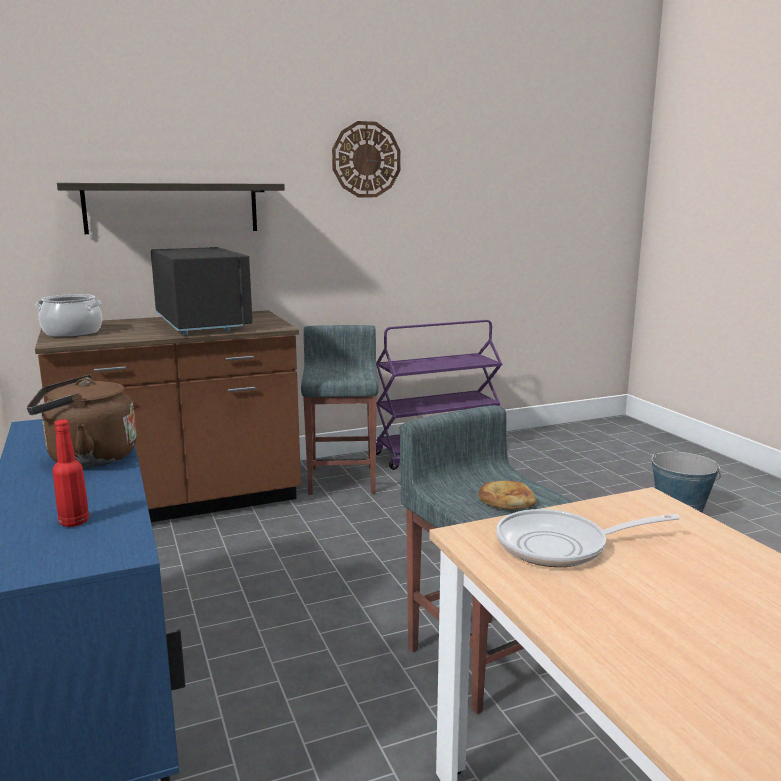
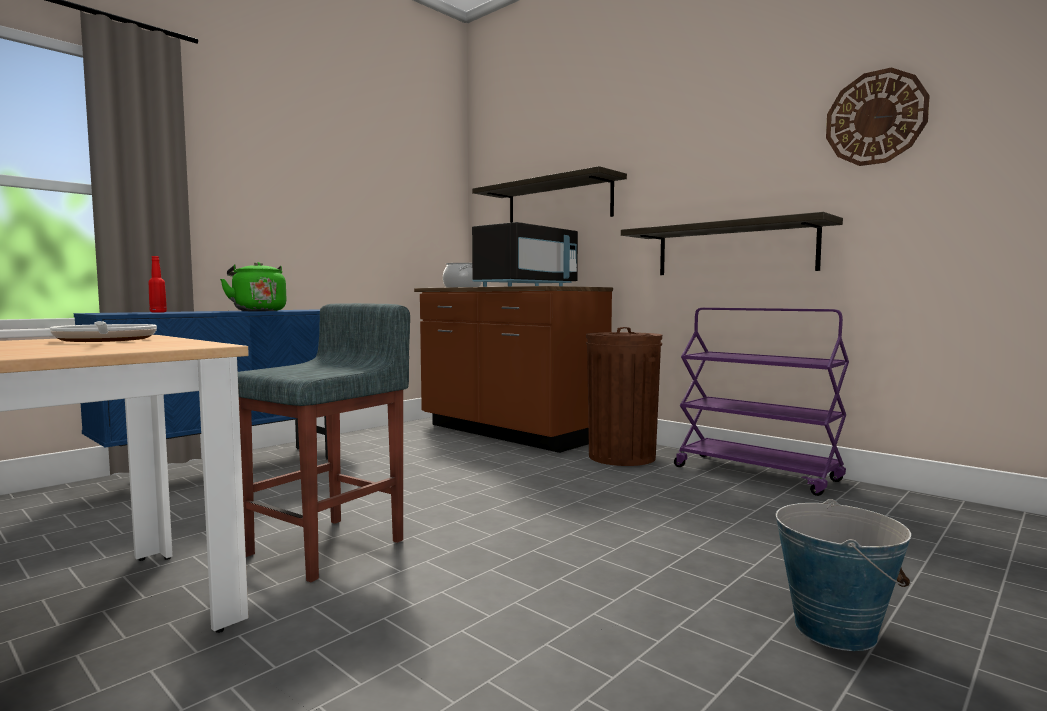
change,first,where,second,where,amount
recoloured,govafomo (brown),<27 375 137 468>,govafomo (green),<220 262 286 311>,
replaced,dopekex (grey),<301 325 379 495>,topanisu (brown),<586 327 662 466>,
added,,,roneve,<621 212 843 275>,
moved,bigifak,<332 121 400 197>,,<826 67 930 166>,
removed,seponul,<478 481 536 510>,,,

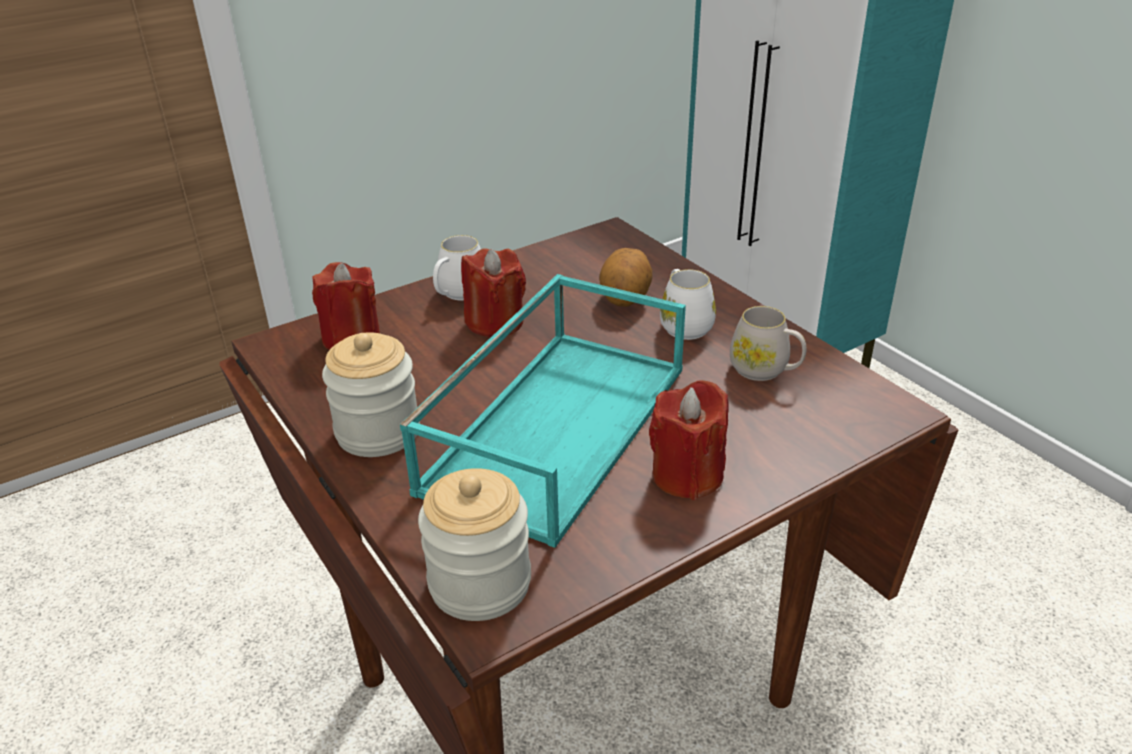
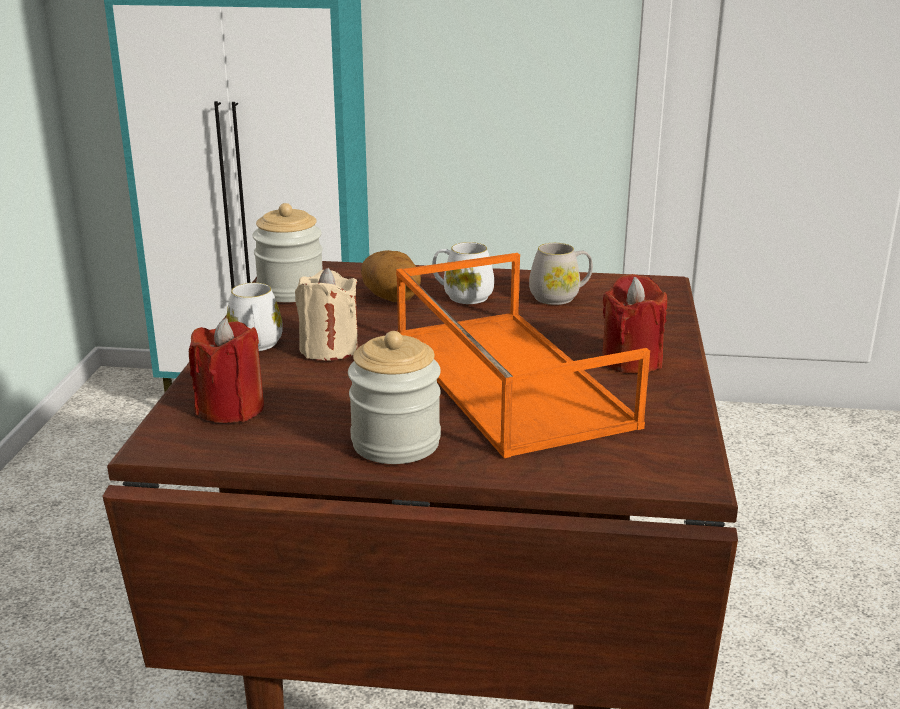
change,first,where,second,where,amount
moved,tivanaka,<418 468 531 621>,,<252 203 323 302>,
recoloured,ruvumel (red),<461 248 526 337>,ruvumel (beige),<295 268 358 361>,
recoloured,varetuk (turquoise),<400 274 686 548>,varetuk (orange),<396 253 650 458>,

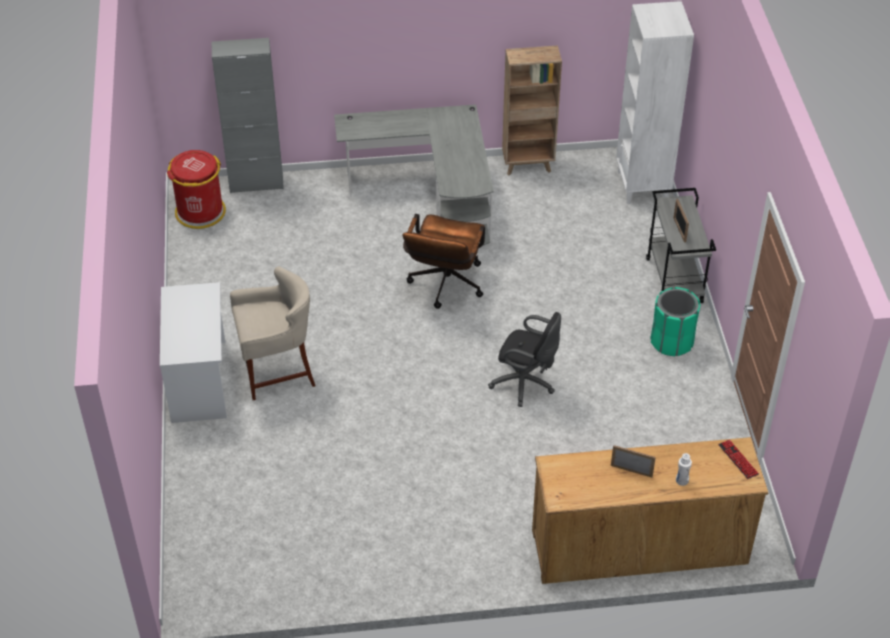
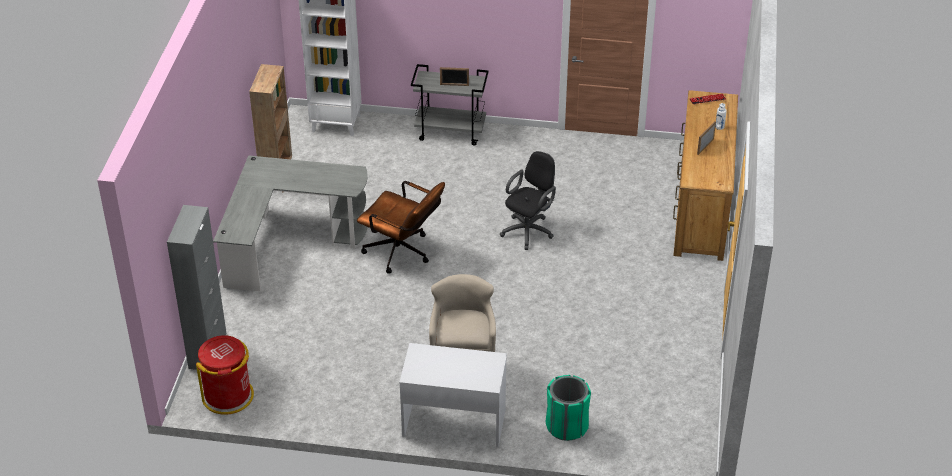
change,first,where,second,where,amount
moved,topanisu (green),<650 287 701 356>,,<545 375 591 441>,

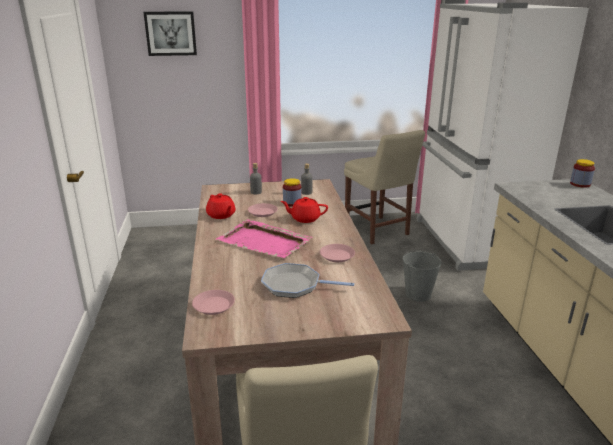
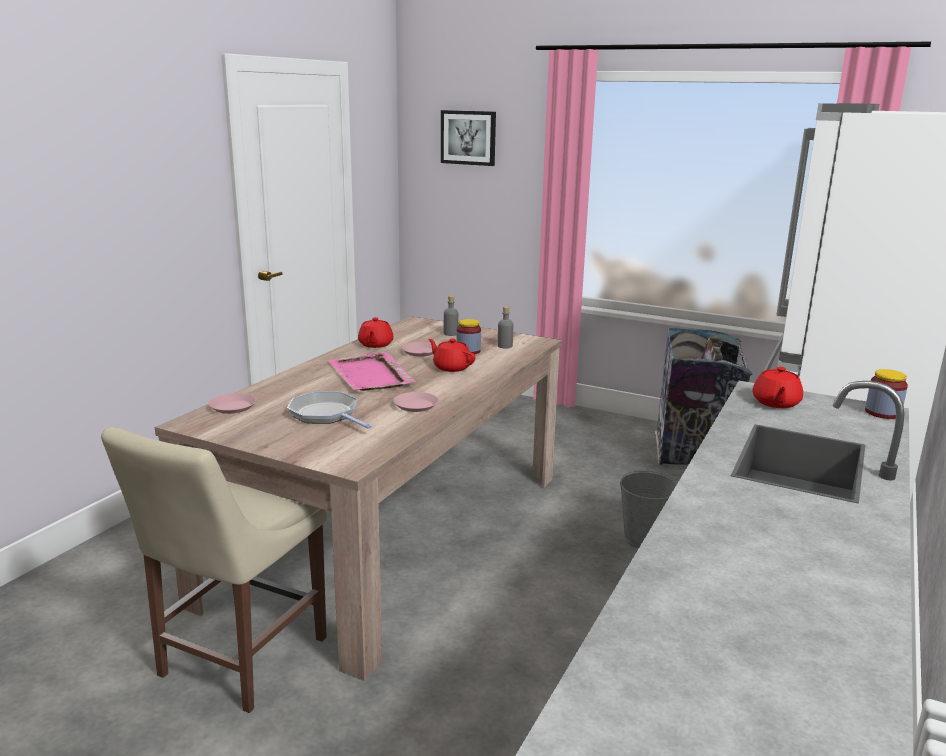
change,first,where,second,where,amount
replaced,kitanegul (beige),<344 130 425 244>,topanisu,<655 328 752 465>,
added,,,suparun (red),<752 367 803 408>,

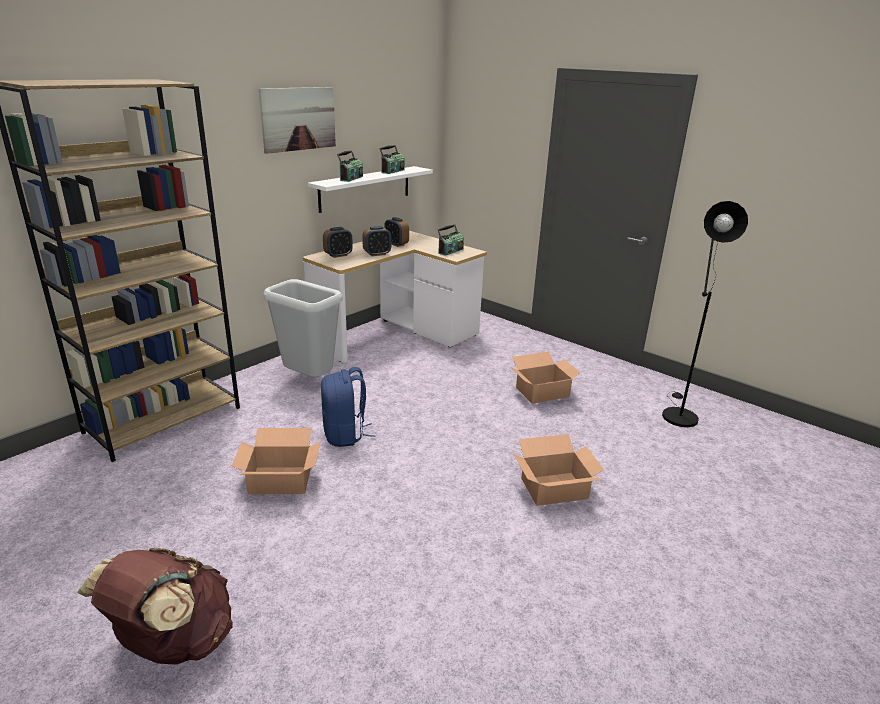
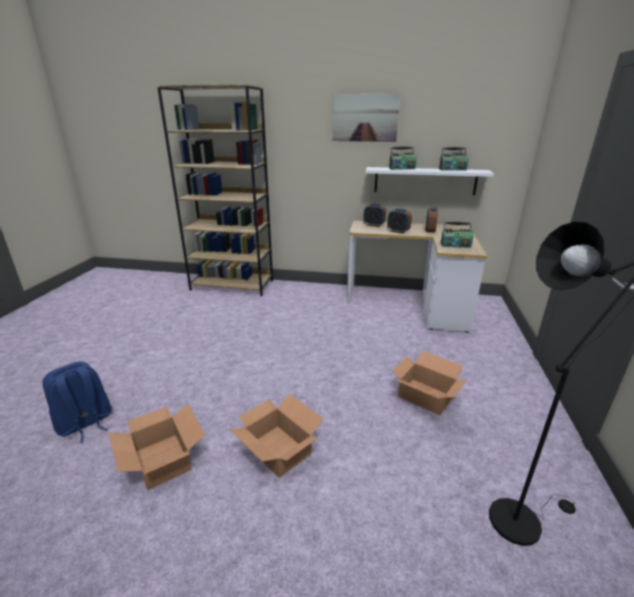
change,first,where,second,where,amount
moved,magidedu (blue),<321 367 375 447>,,<42 362 112 443>,
moved,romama,<232 428 321 494>,,<108 404 205 490>,
removed,magidedu (brown),<77 548 233 665>,,,
removed,topanisu (grey),<263 279 343 377>,,,

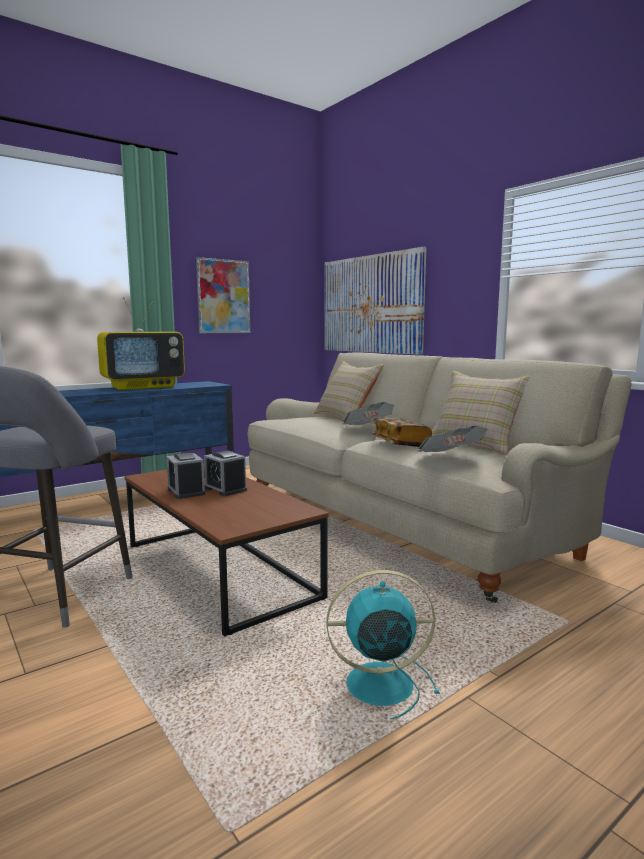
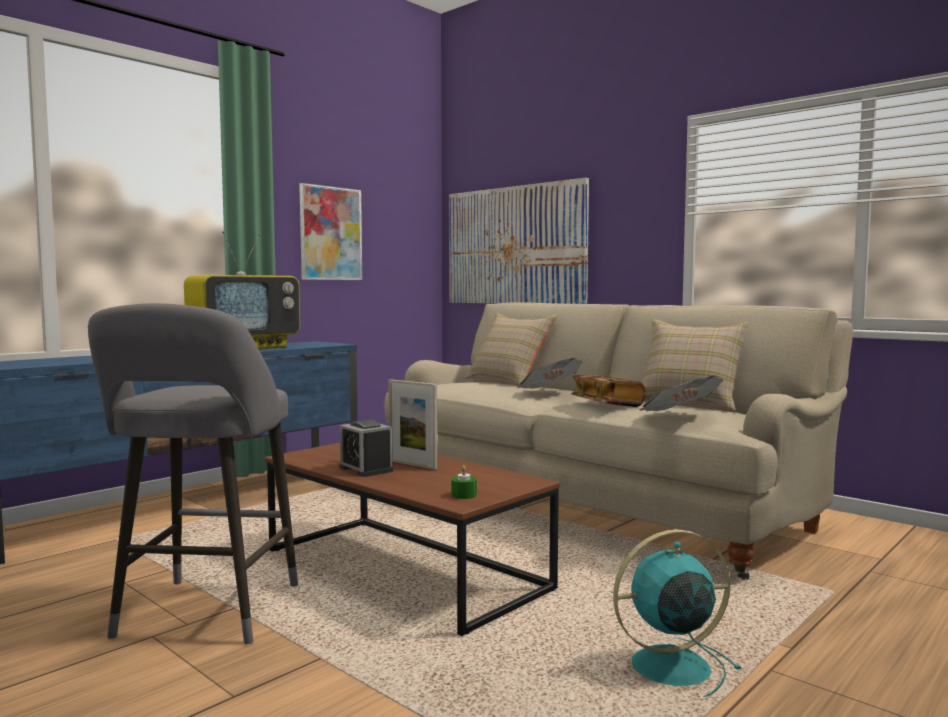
change,first,where,second,where,amount
replaced,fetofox,<204 451 247 496>,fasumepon,<388 380 437 470>,
added,,,ruvumel (green),<451 465 477 499>,

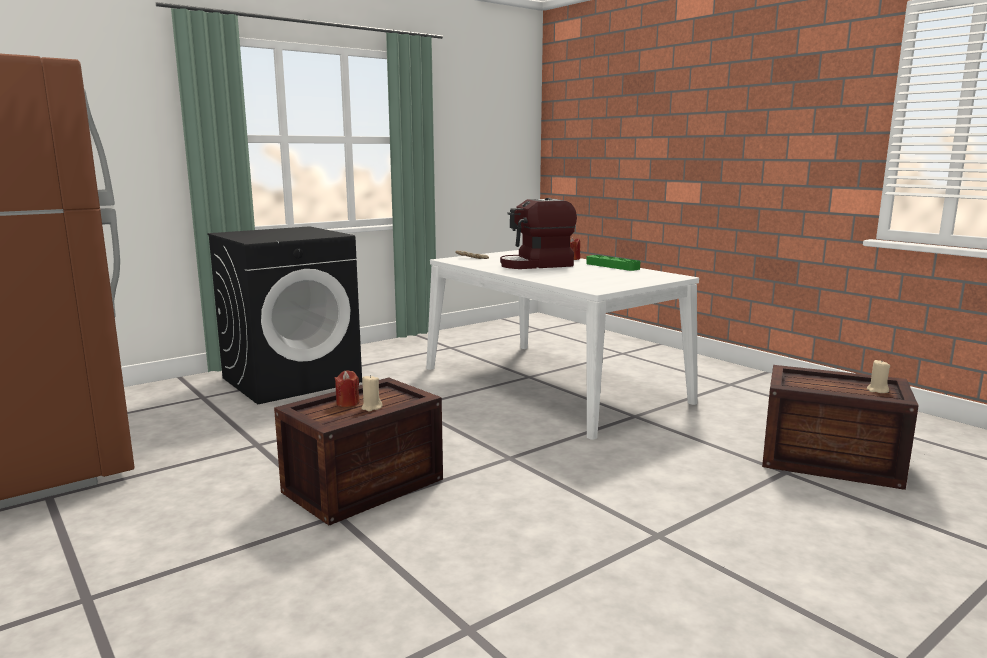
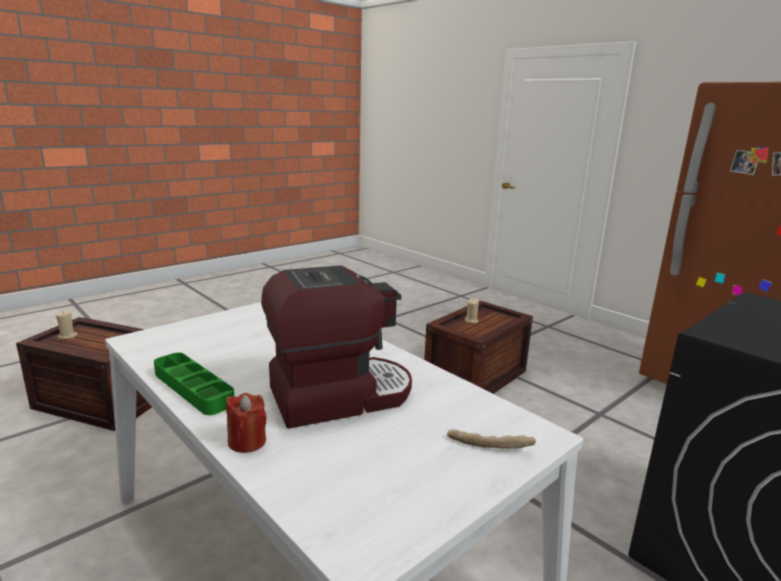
change,first,where,second,where,amount
removed,ruvumel (red),<334 370 360 407>,,,

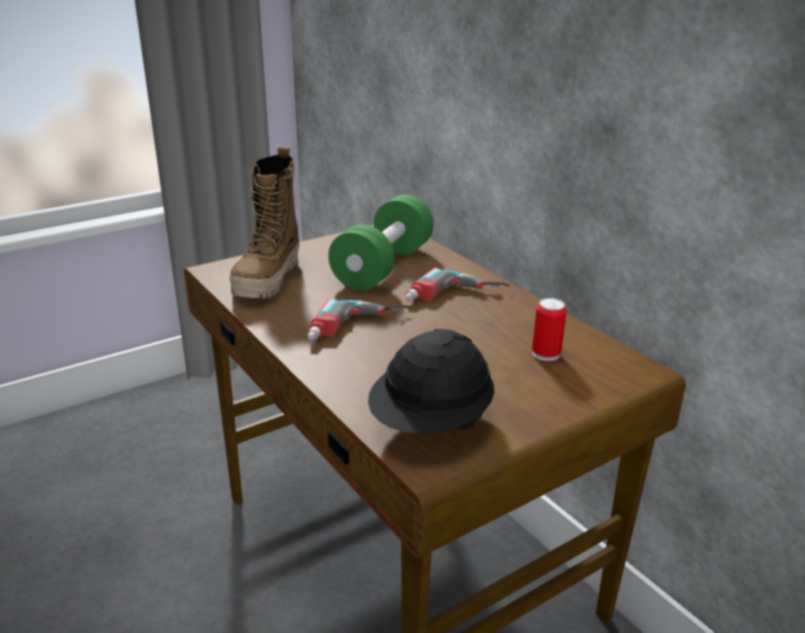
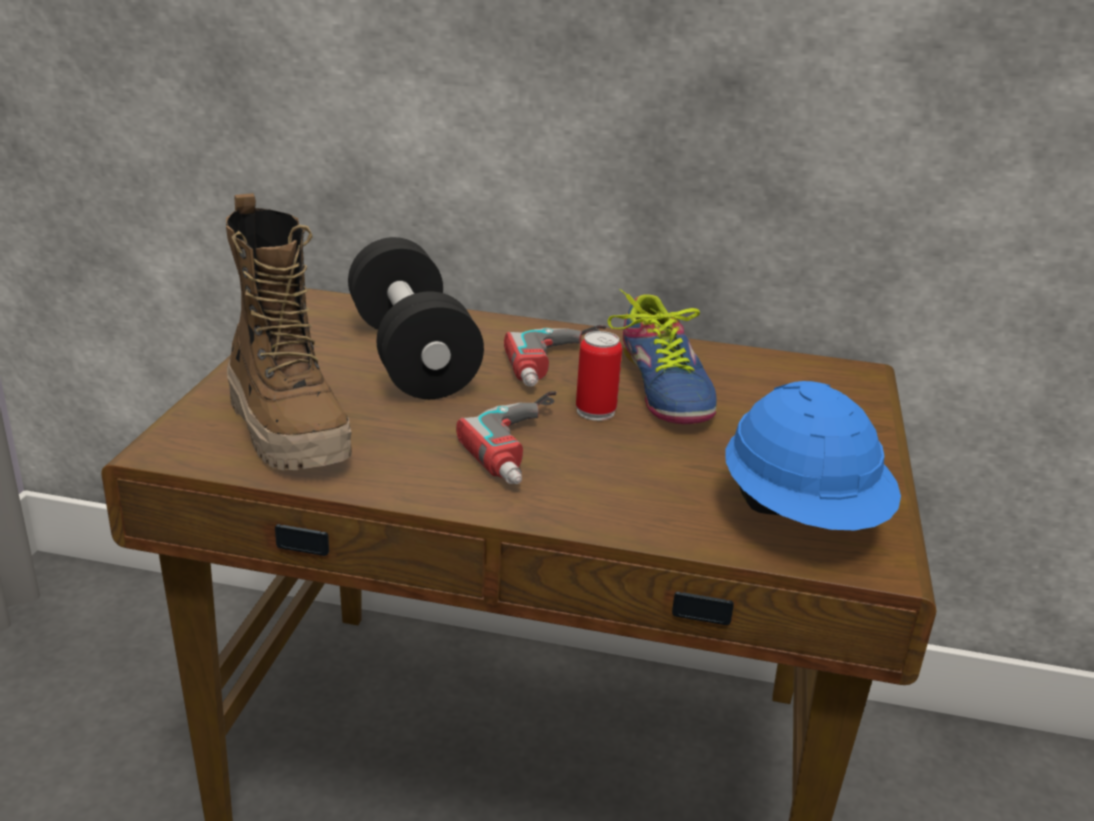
change,first,where,second,where,amount
recoloured,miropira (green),<328 195 434 291>,miropira (black),<348 237 484 399>,
moved,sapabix,<532 298 567 361>,,<576 331 622 421>,
added,,,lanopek,<607 289 717 424>,
recoloured,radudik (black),<368 329 495 434>,radudik (blue),<726 381 901 530>,

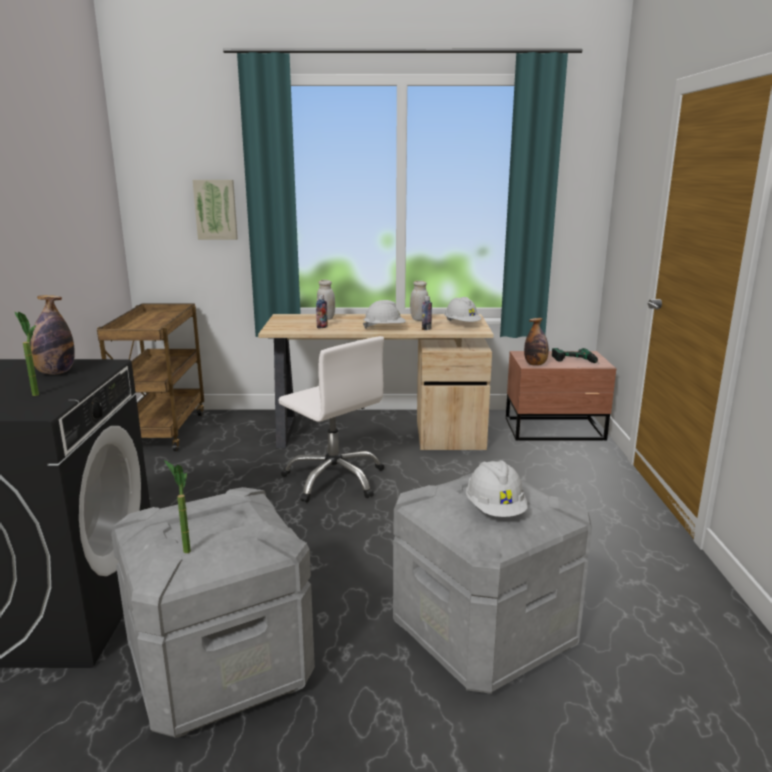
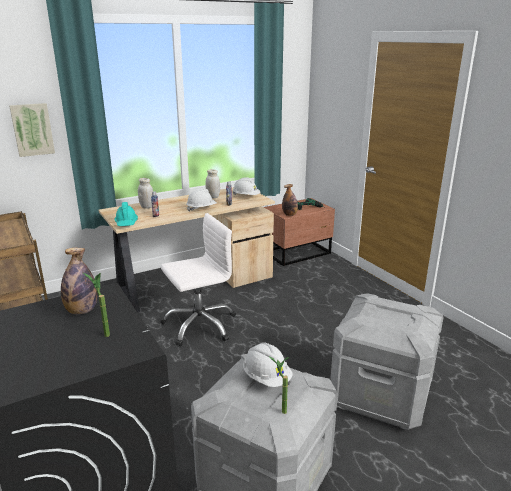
change,first,where,second,where,amount
added,,,radudik (turquoise),<114 202 138 226>,
turned,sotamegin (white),<279 336 384 503>,,<161 213 236 346>,45 degrees counterclockwise
moved,radudik (white),<466 460 528 517>,,<243 343 293 387>,

